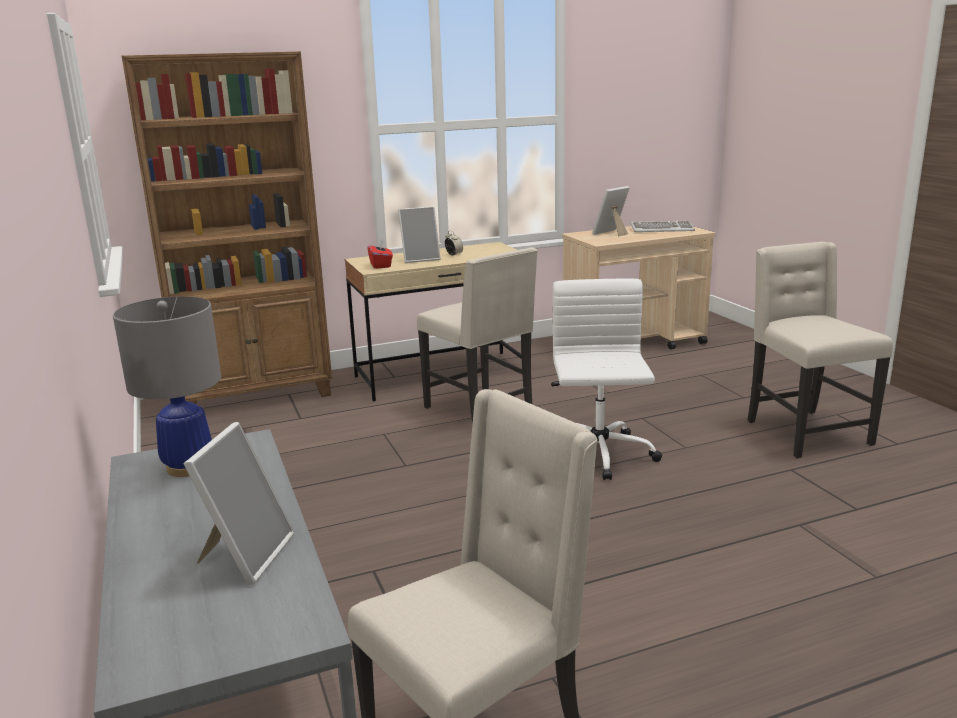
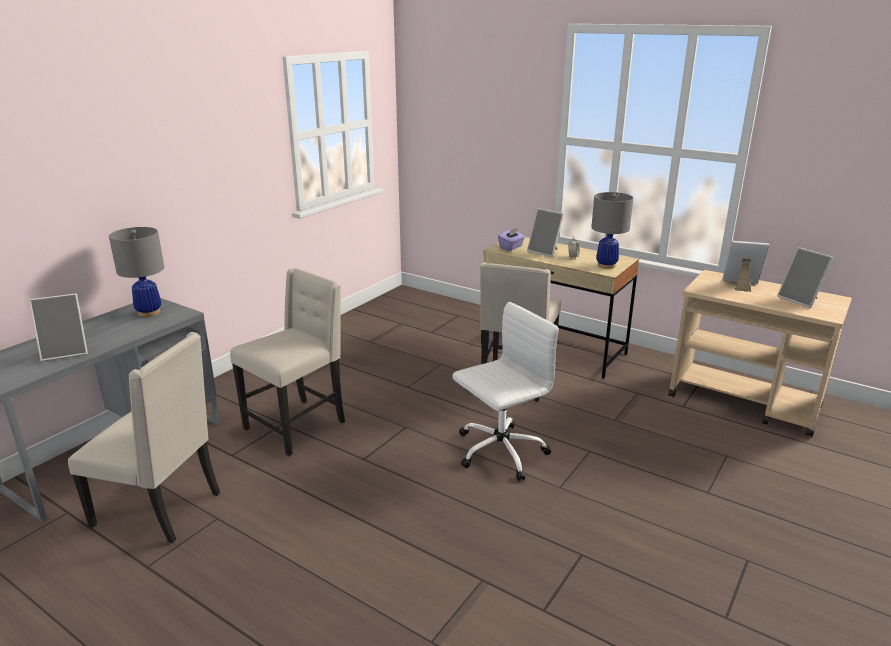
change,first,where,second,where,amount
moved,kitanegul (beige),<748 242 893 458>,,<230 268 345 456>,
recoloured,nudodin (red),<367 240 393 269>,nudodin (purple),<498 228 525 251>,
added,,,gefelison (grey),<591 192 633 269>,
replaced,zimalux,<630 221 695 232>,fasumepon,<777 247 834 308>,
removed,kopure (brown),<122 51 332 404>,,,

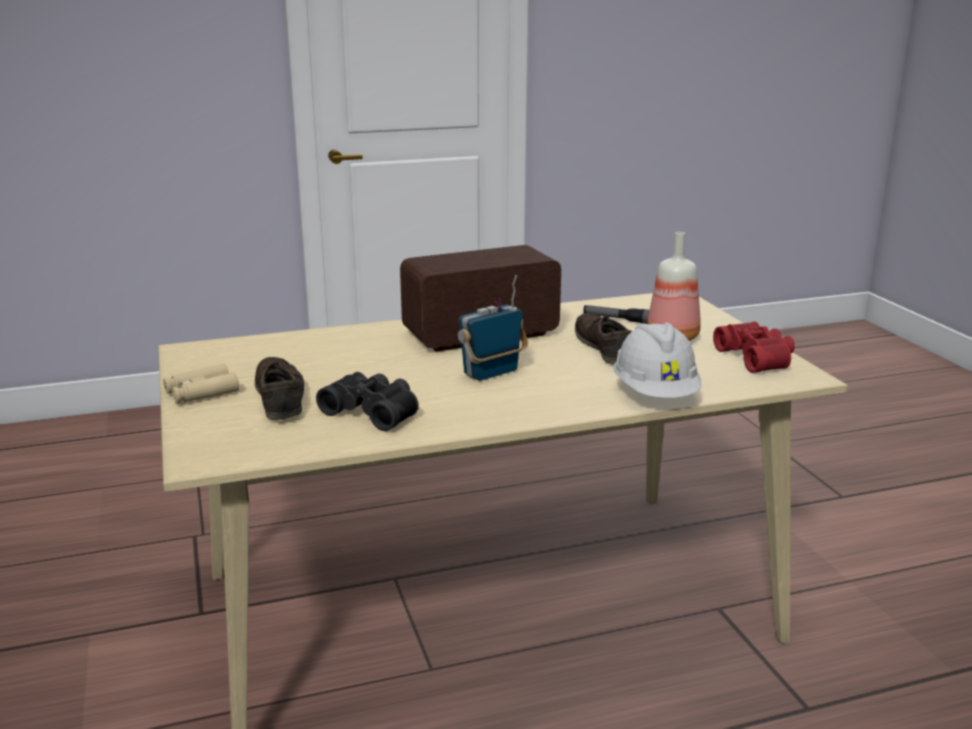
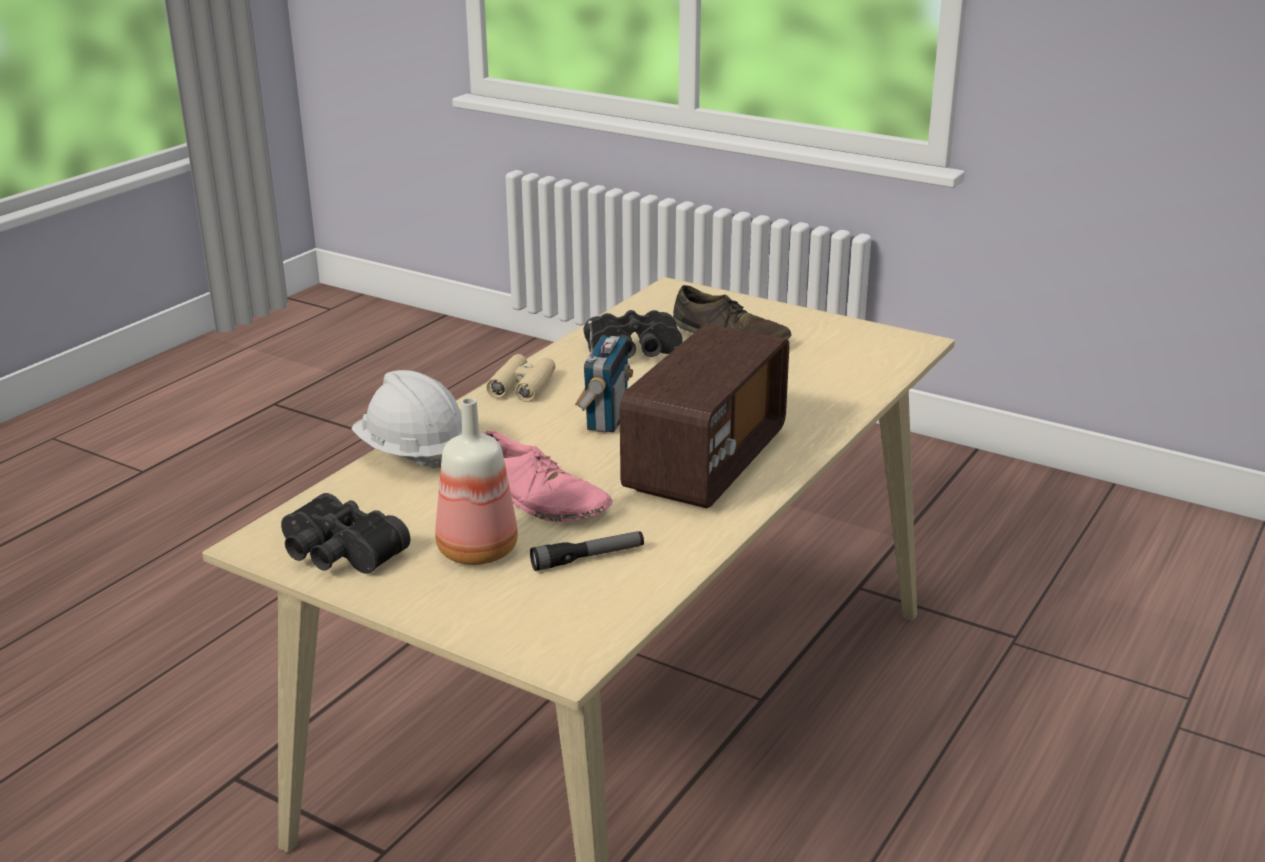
change,first,where,second,where,amount
recoloured,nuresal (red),<713 322 795 373>,nuresal (black),<281 493 410 574>,
recoloured,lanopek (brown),<575 313 632 365>,lanopek (pink),<484 431 612 522>,
moved,nuresal (beige),<163 364 239 403>,,<486 354 555 402>,

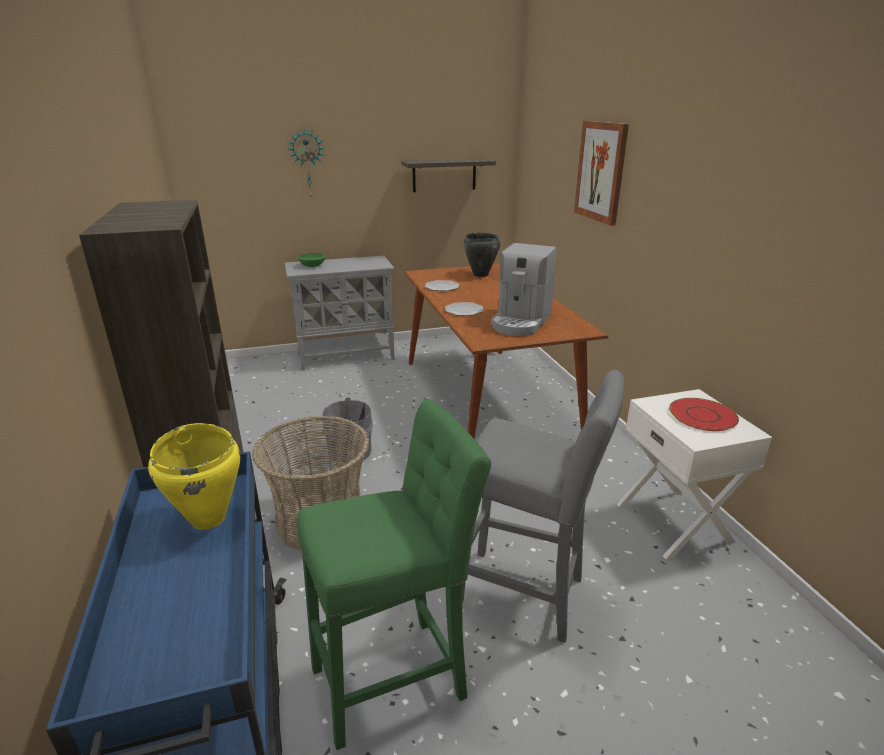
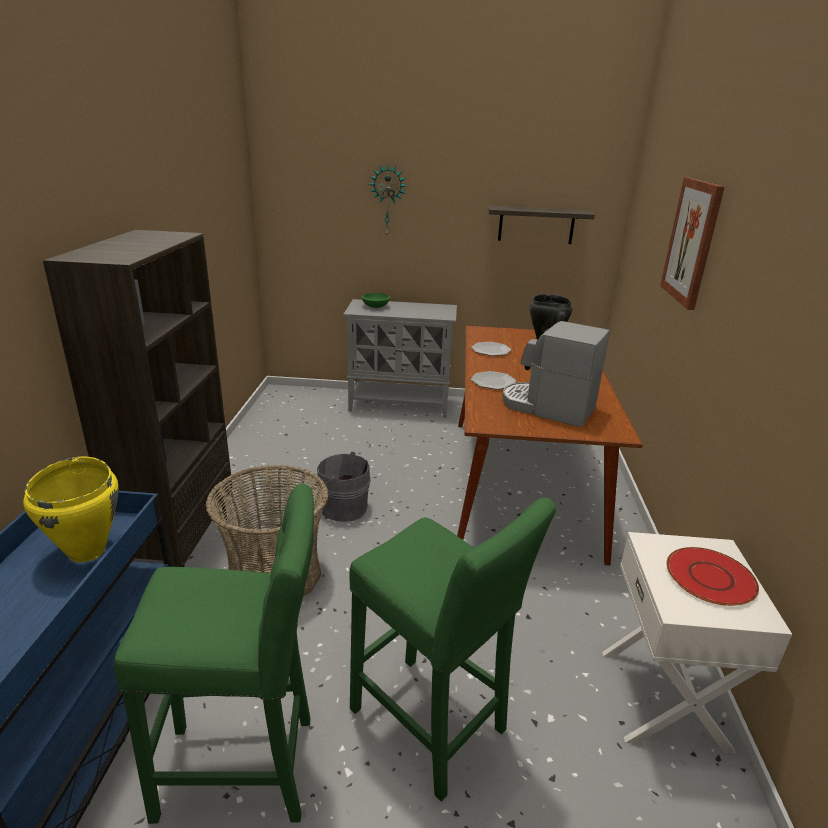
change,first,where,second,where,amount
recoloured,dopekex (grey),<462 370 624 643>,dopekex (green),<349 498 556 802>,
turned,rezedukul,<491 243 557 336>,,<503 321 610 427>,75 degrees clockwise

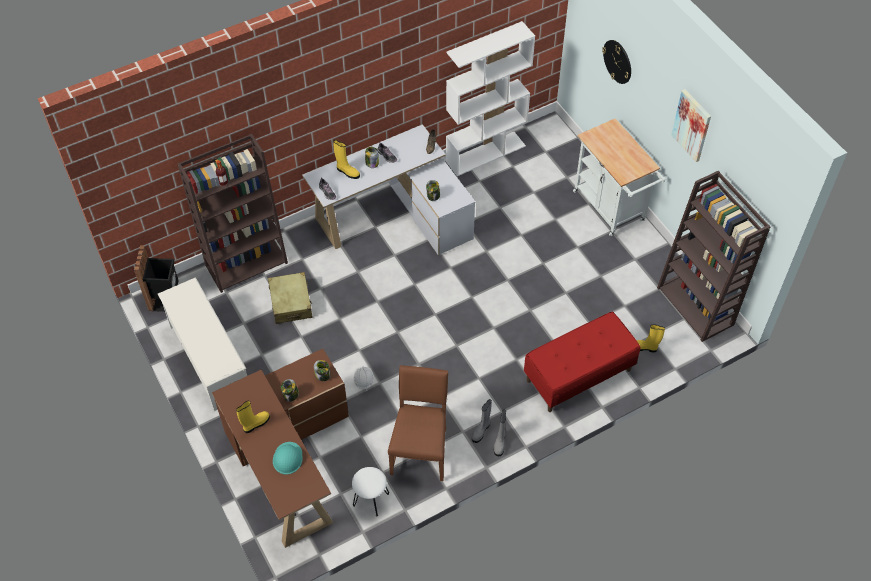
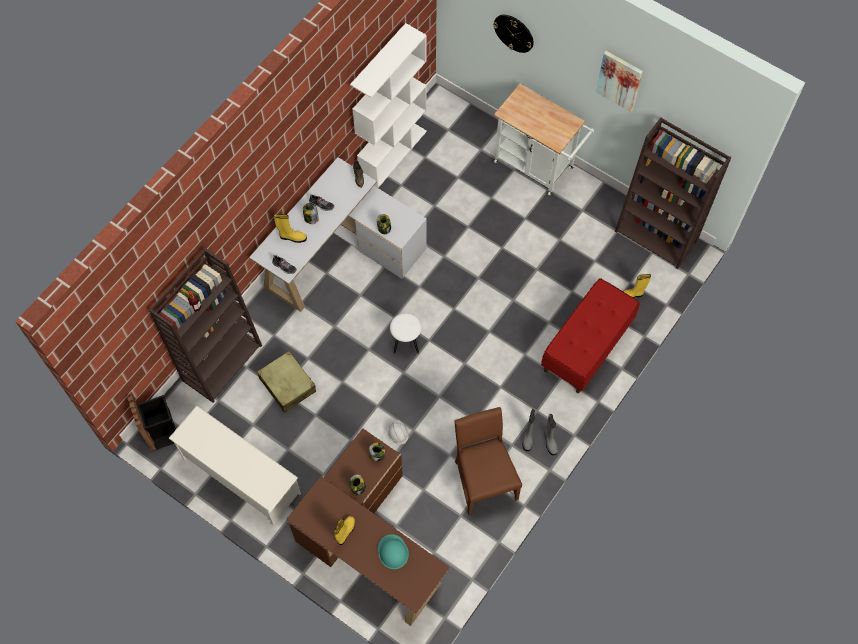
change,first,where,second,where,amount
moved,dopekex (white),<352 467 389 516>,,<390 313 422 354>,

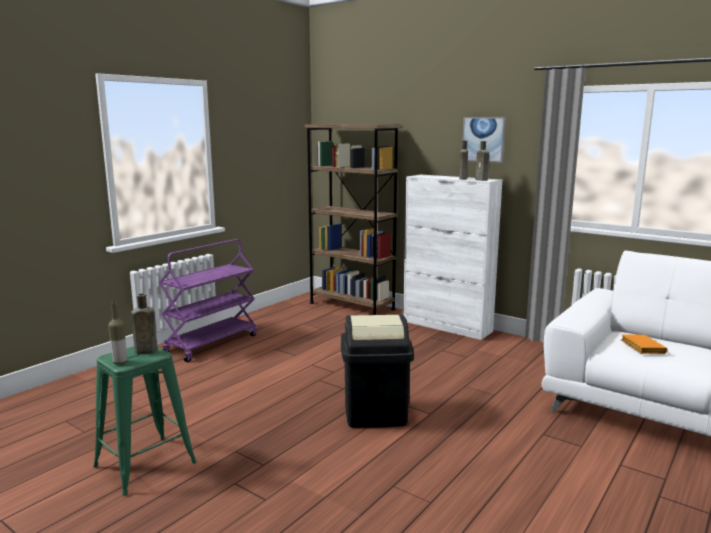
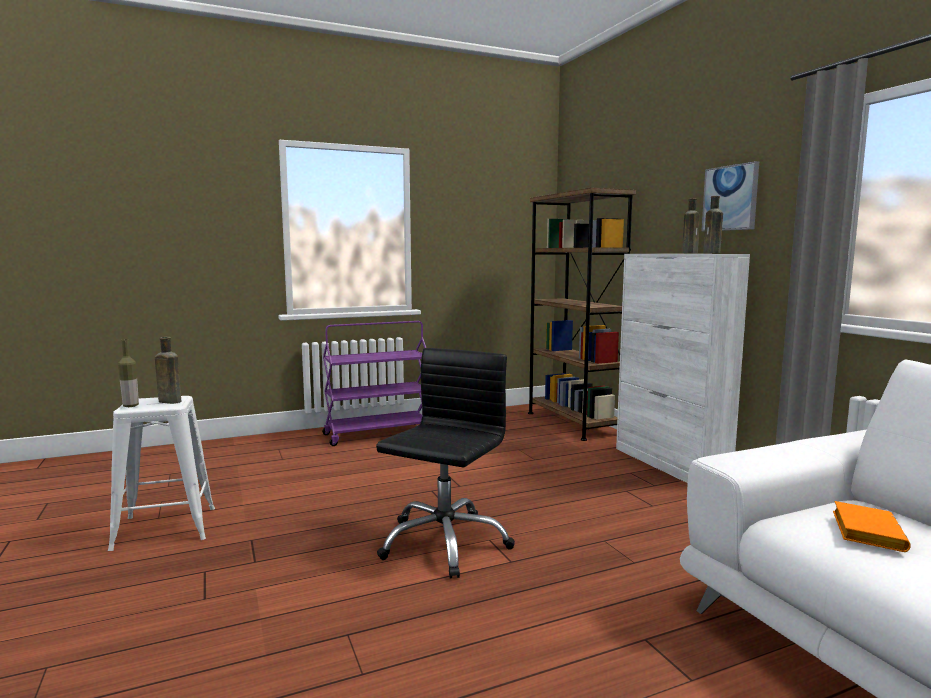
change,first,where,second,where,amount
recoloured,dopekex (green),<93 346 197 496>,dopekex (white),<108 396 215 551>,
replaced,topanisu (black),<341 314 414 428>,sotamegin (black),<376 348 515 579>,

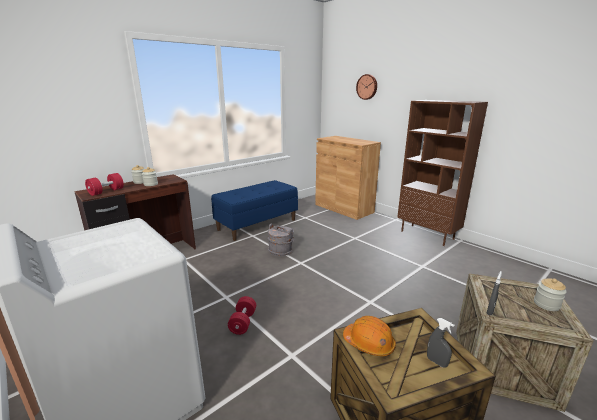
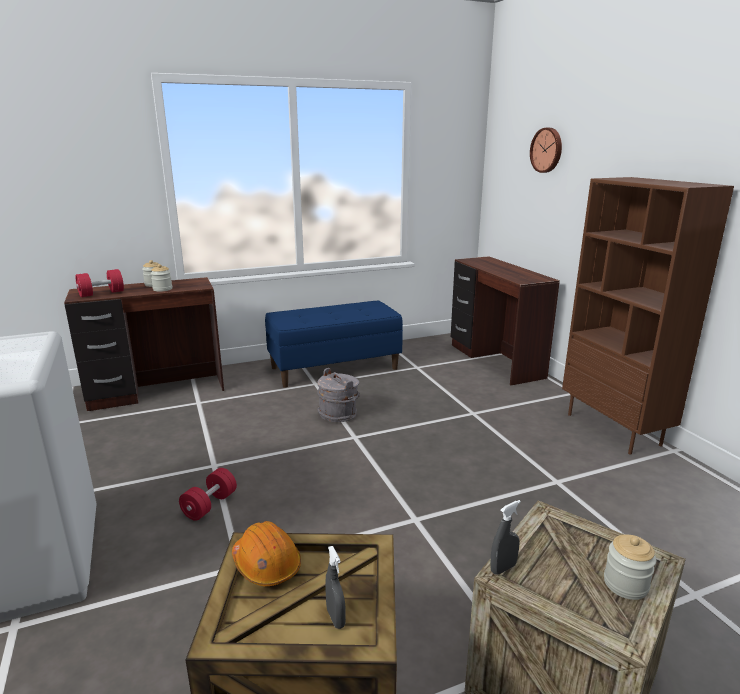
change,first,where,second,where,amount
replaced,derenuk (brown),<315 136 381 220>,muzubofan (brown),<451 256 560 386>,

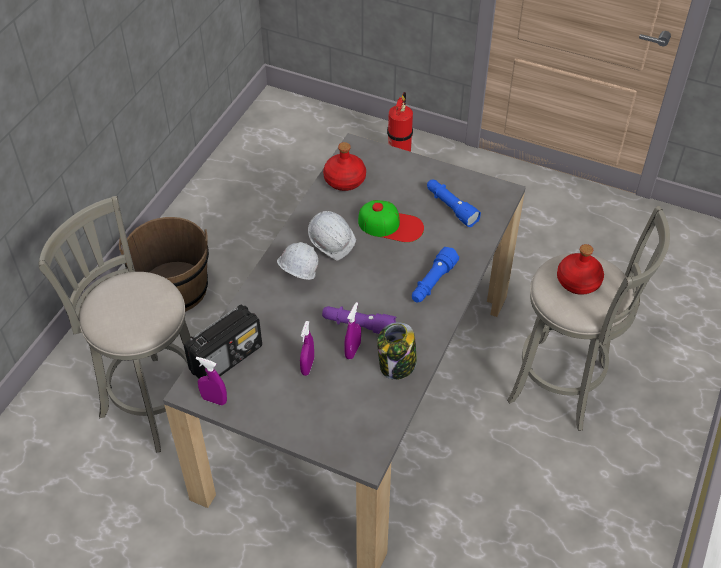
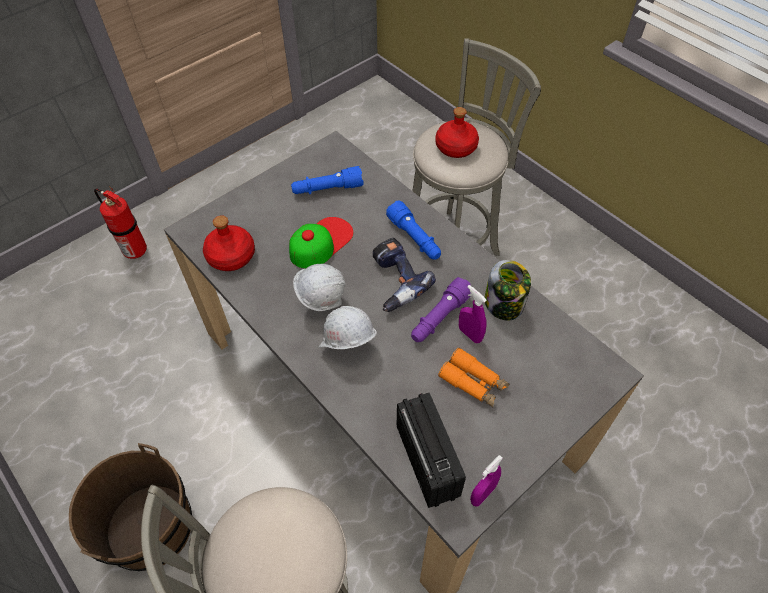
change,first,where,second,where,amount
added,,,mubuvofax,<373 238 436 312>,
replaced,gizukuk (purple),<300 321 314 376>,nuresal (orange),<438 348 510 407>,

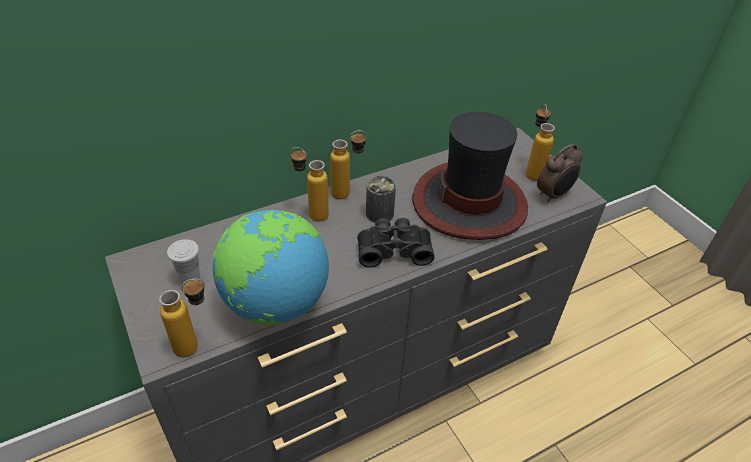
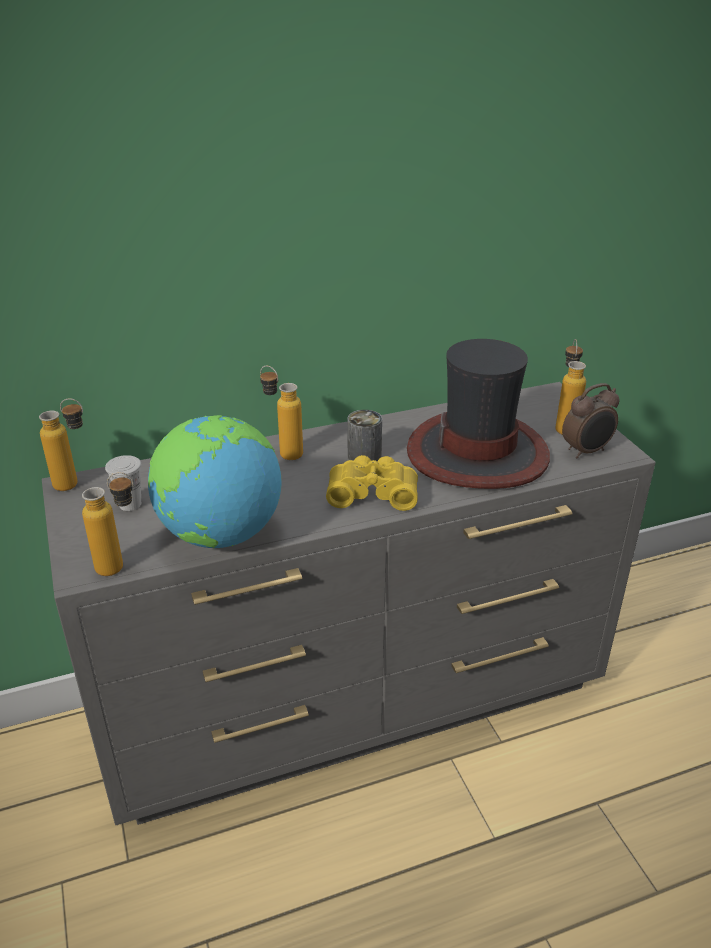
change,first,where,second,where,amount
moved,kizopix,<330 130 367 199>,,<39 398 83 491>,
recoloured,nuresal (black),<357 218 435 268>,nuresal (yellow),<326 455 418 511>,

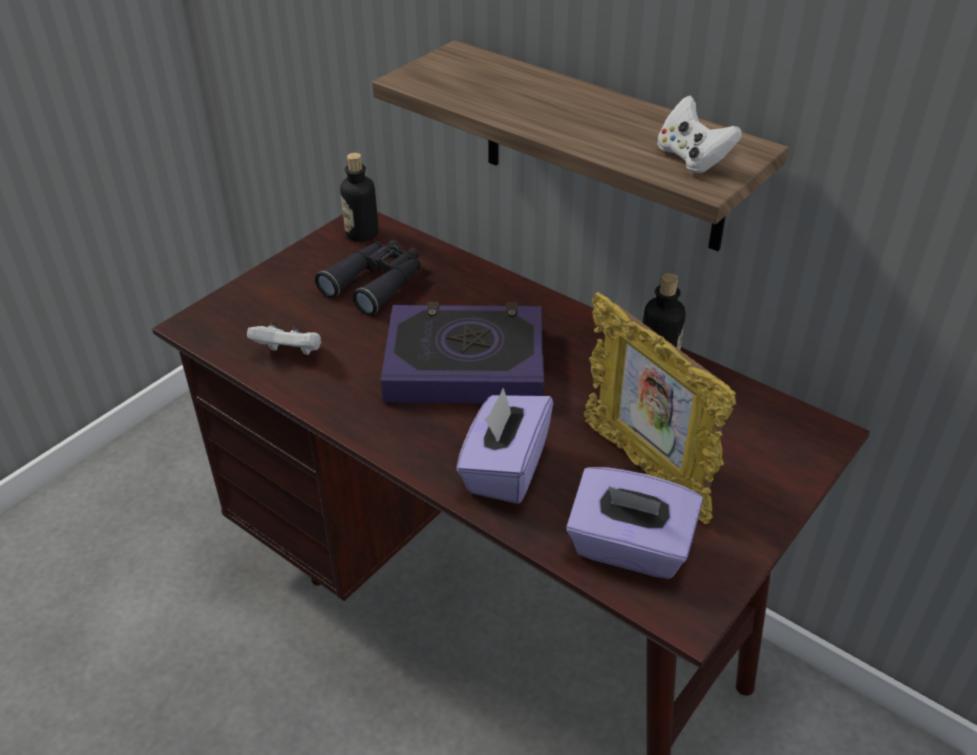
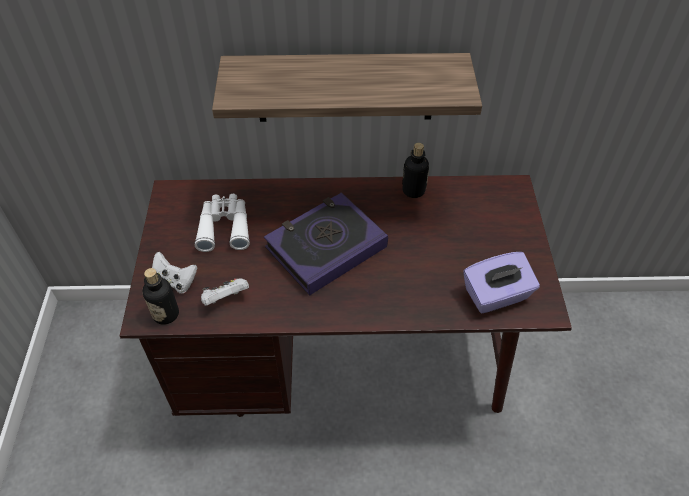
change,first,where,second,where,amount
moved,kizopix,<340 153 379 242>,,<142 268 179 325>,
moved,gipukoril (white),<657 95 742 173>,,<152 252 197 293>,
recoloured,nuresal (black),<315 240 421 316>,nuresal (white),<194 194 250 252>,
removed,nudodin (purple),<456 388 553 504>,,,
removed,fasumepon,<584 292 736 524>,,,

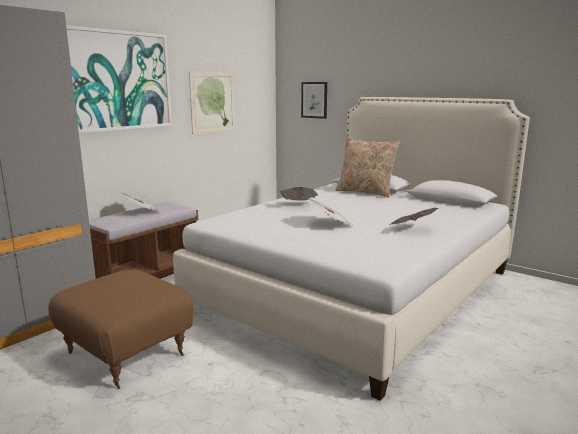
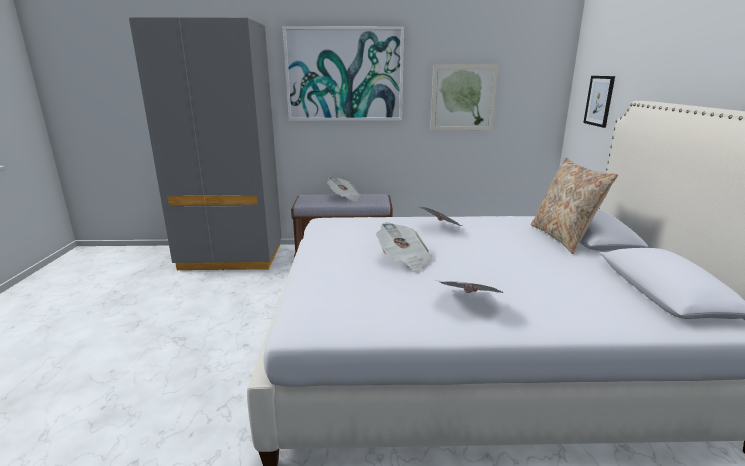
change,first,where,second,where,amount
removed,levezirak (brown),<48 270 194 389>,,,

